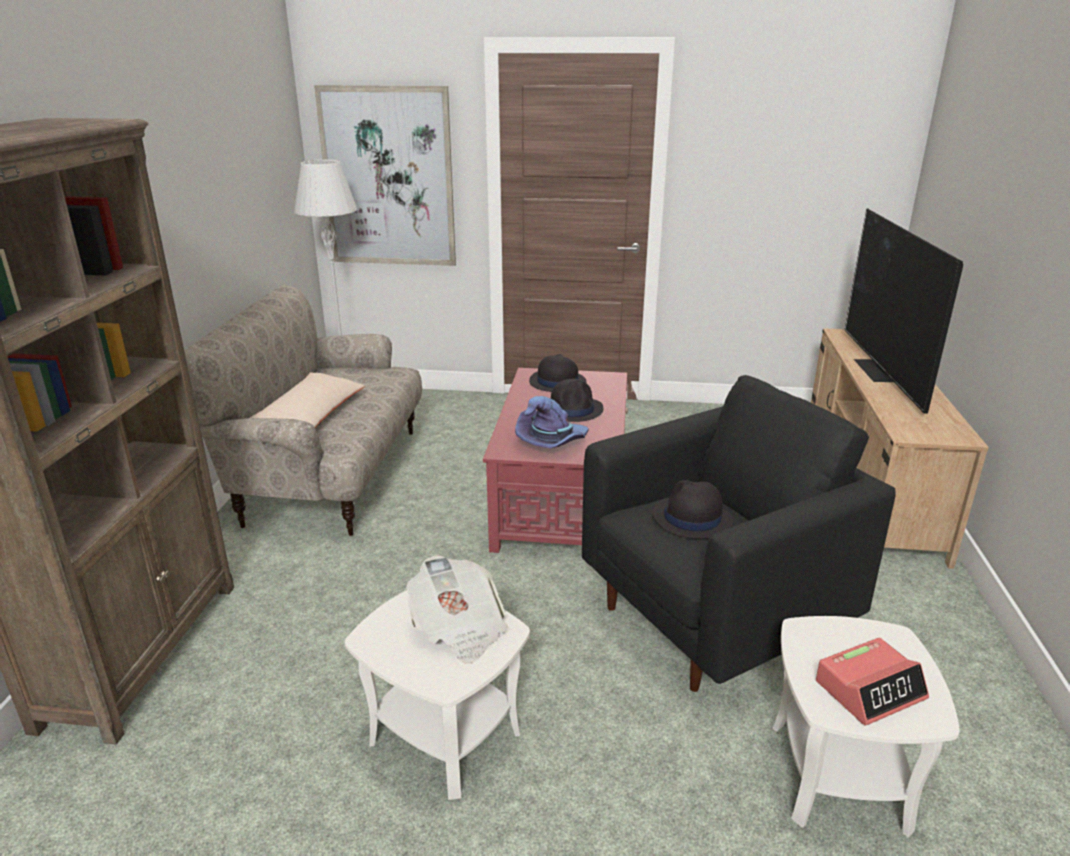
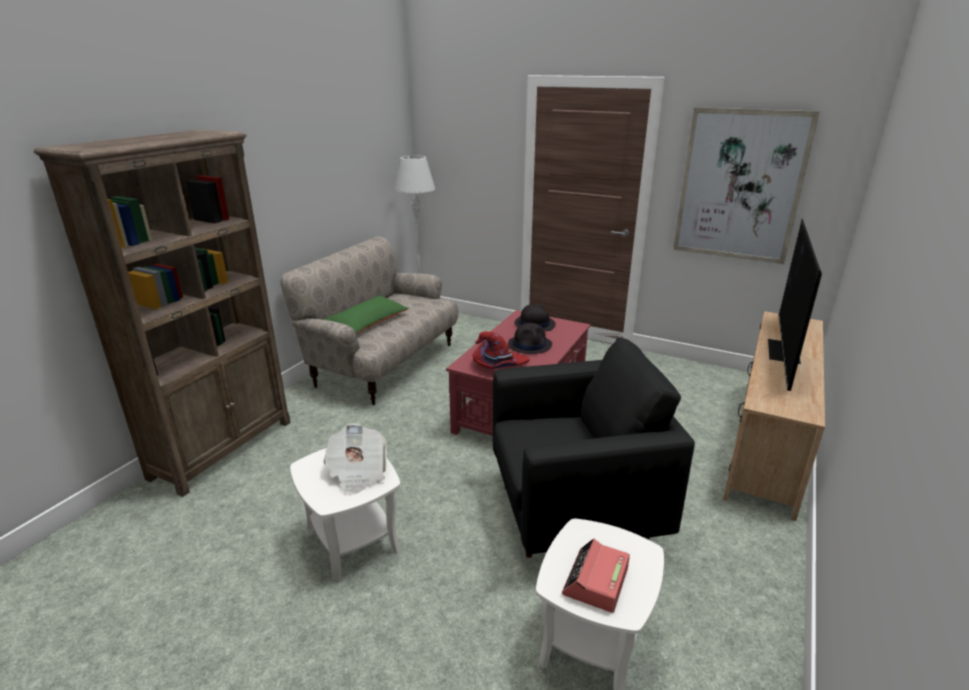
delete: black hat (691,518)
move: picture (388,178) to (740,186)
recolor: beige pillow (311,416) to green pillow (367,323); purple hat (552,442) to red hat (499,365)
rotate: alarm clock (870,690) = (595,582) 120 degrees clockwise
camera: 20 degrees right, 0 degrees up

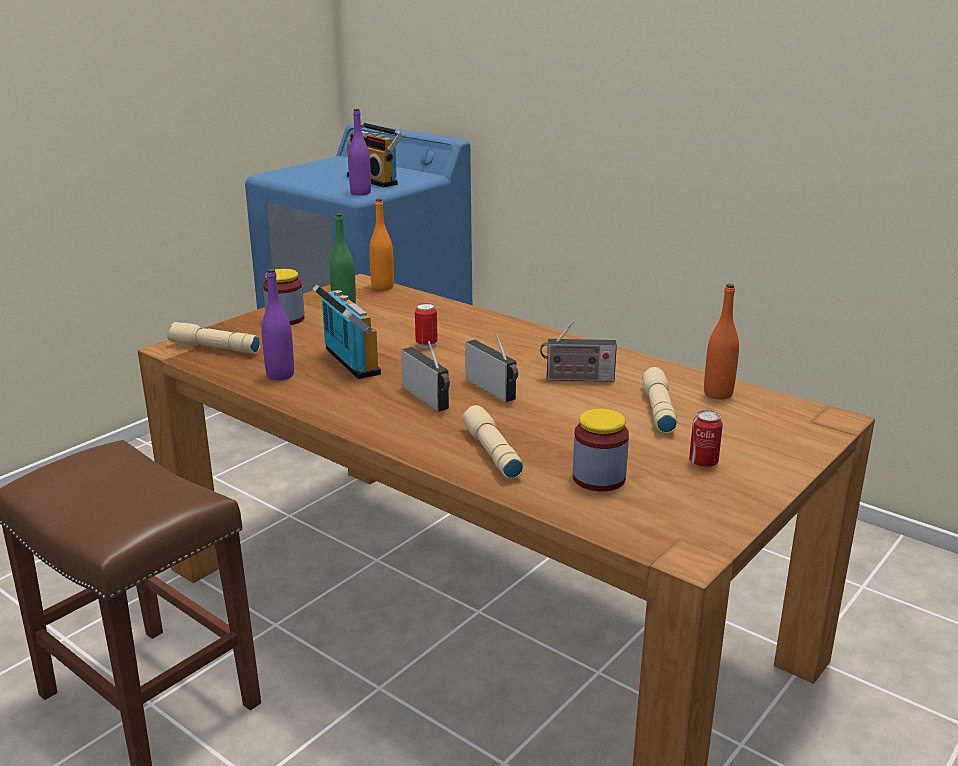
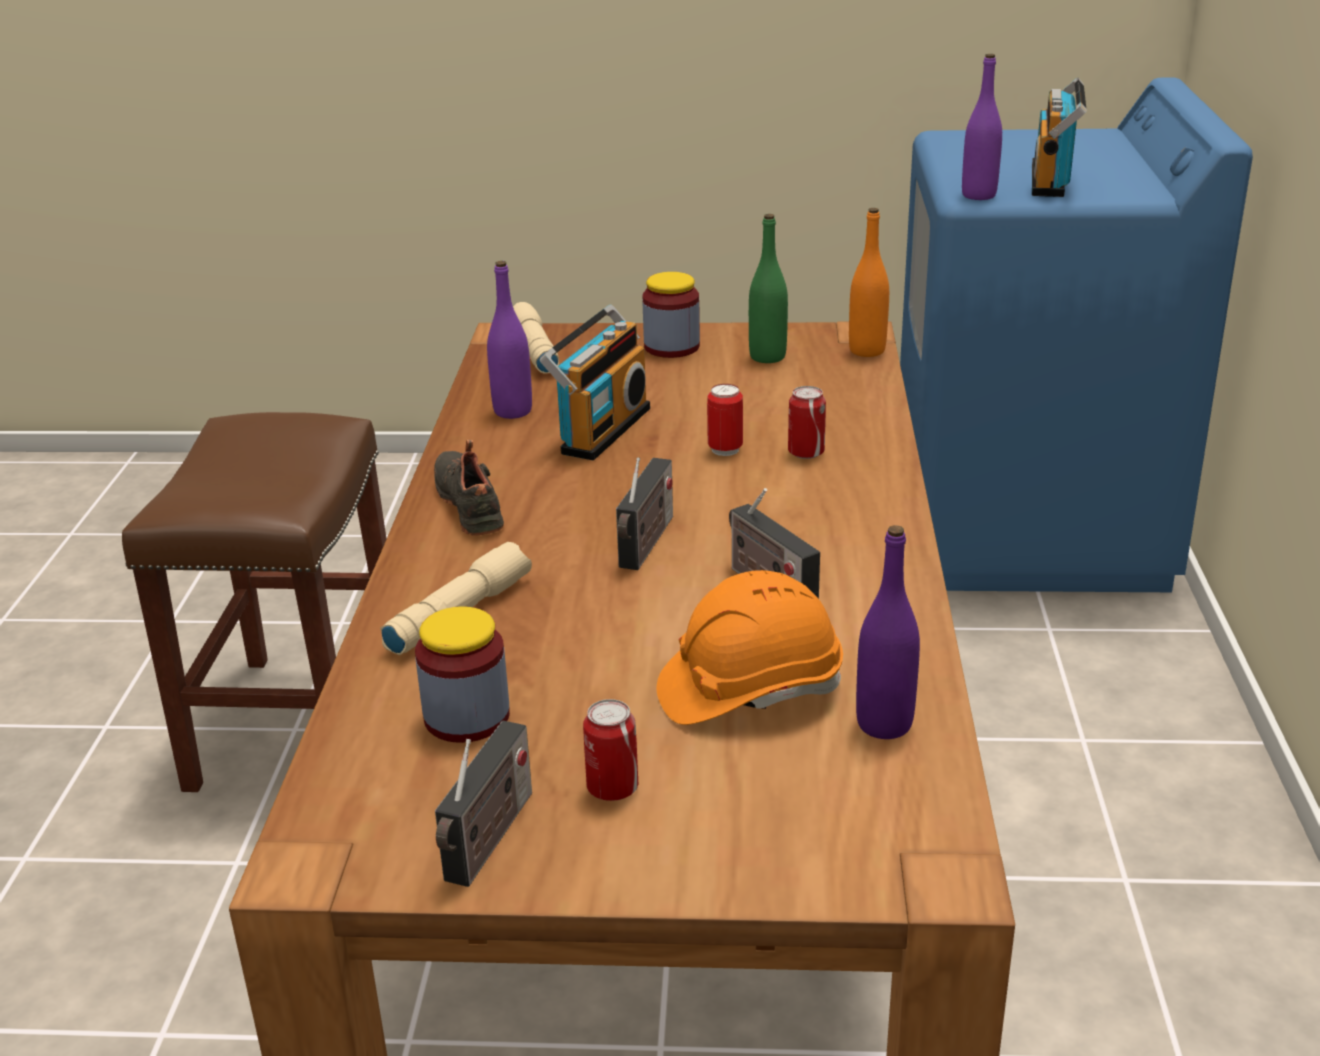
insert: black shoe (472,504); can (806,452)
move: radio (428,398) to (488,841)
replace: beige flashlight (657,410) to orange hard hat (749,689)
recolor: orange bottle (718,394) to purple bottle (884,724)
camera: 55 degrees right, 5 degrees up

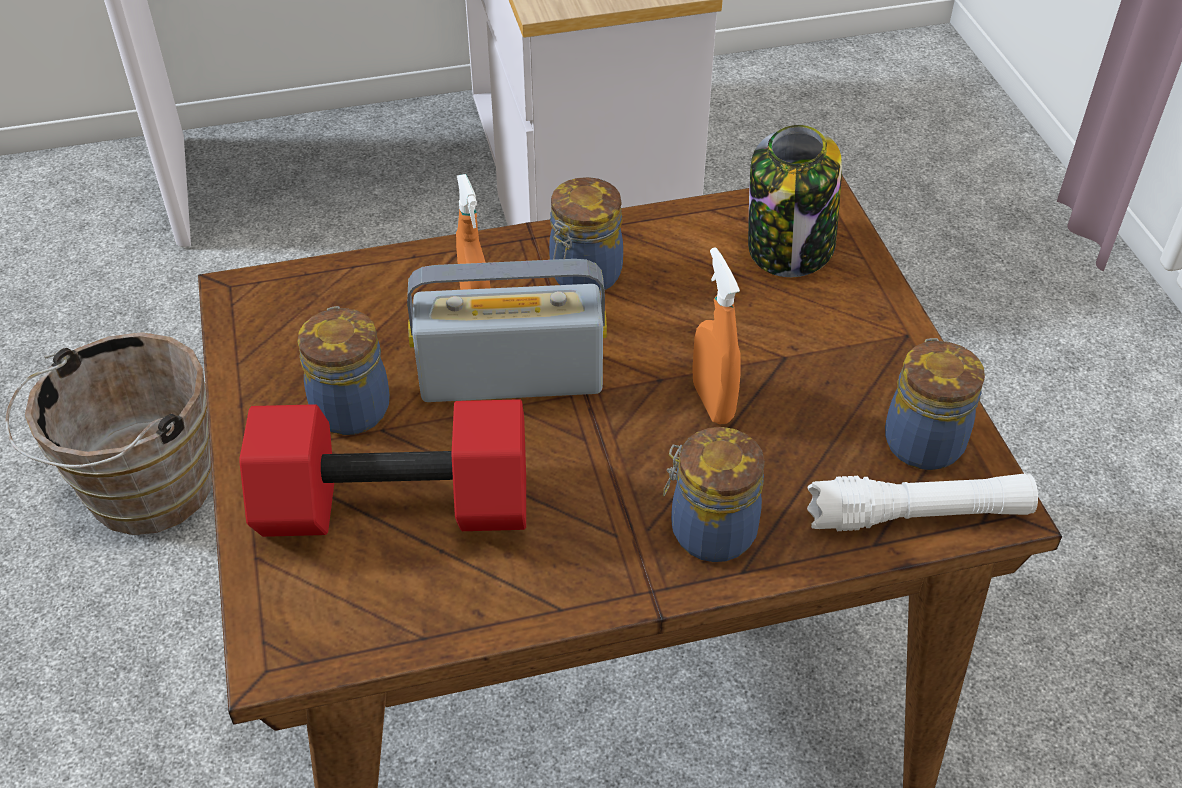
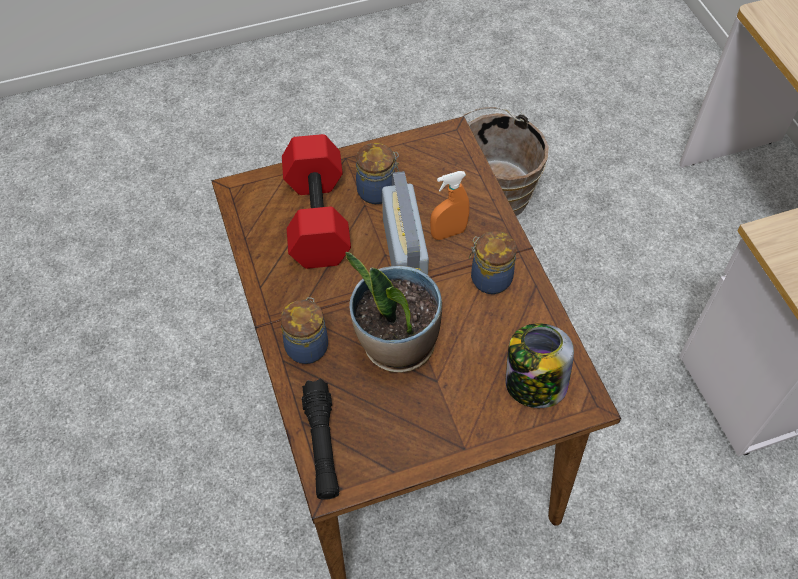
delete: jar (922,440)
replace: orange spray bottle (712,402) to potted plant (396,345)
recolor: white flashlight (918,515) to black flashlight (322,444)
camera: 85 degrees right, 10 degrees up

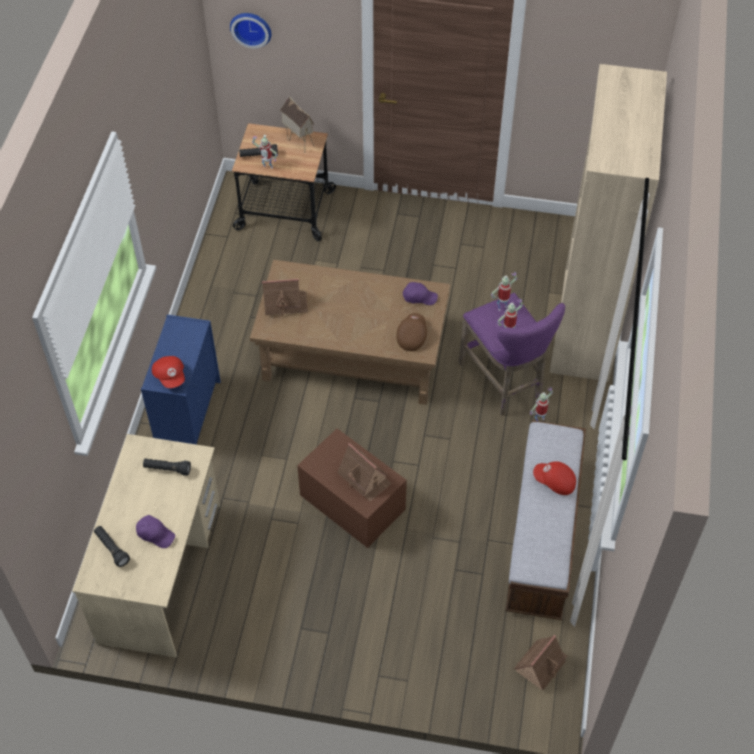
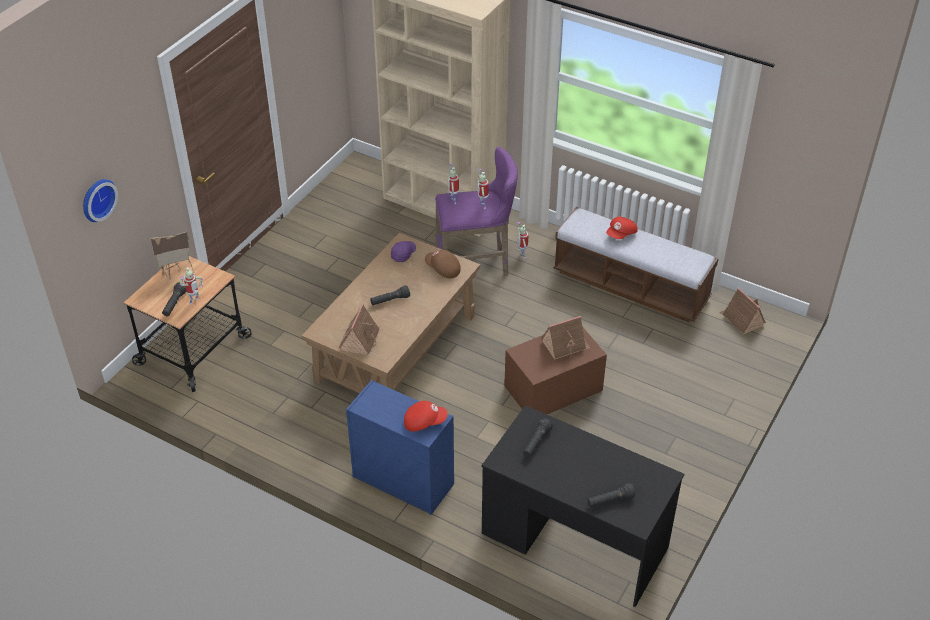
delete: purple cap (155,534)
insert: black flashlight (390,300)
recolor: beige desk (161,572) to black desk (574,540)
camera: 70 degrees left, 10 degrees down

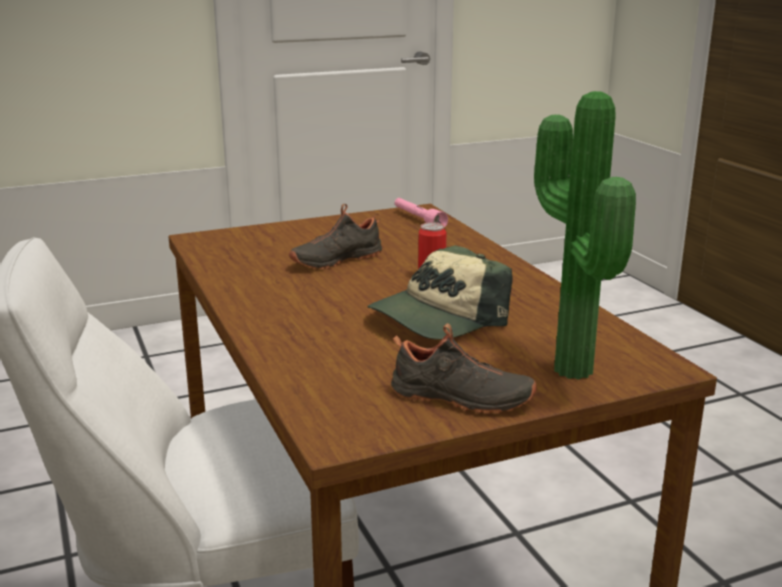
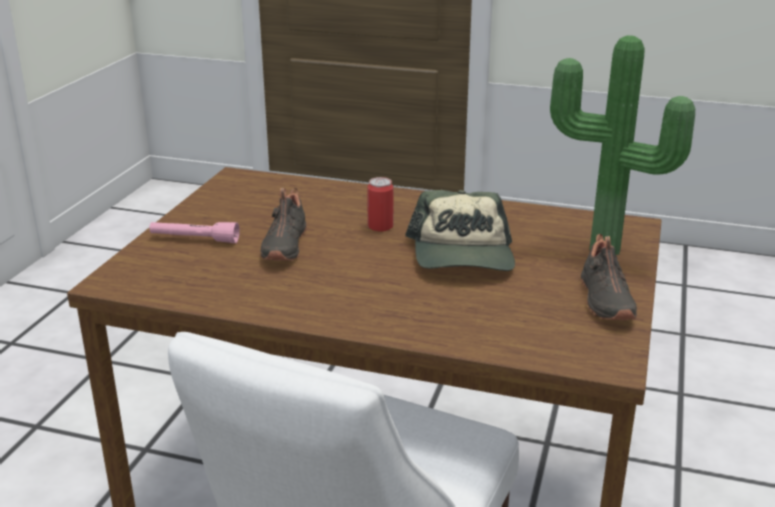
move: pink flashlight (418,220) to (194,239)
rotate: black shoe (460,400) = (603,300) 120 degrees clockwise
camera: 50 degrees left, 5 degrees up

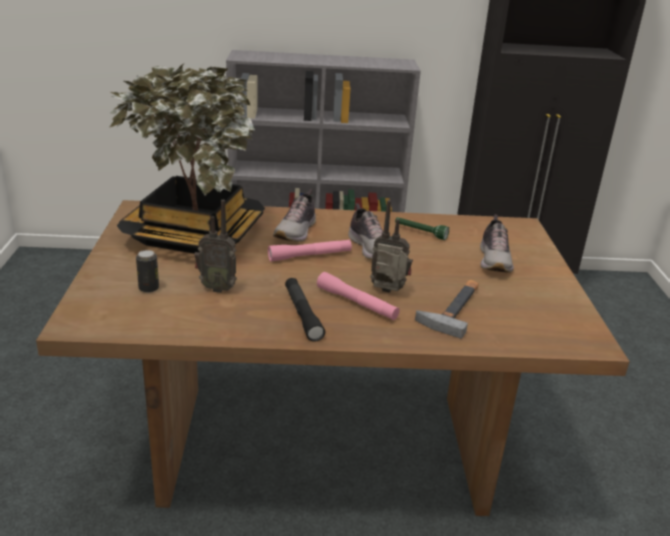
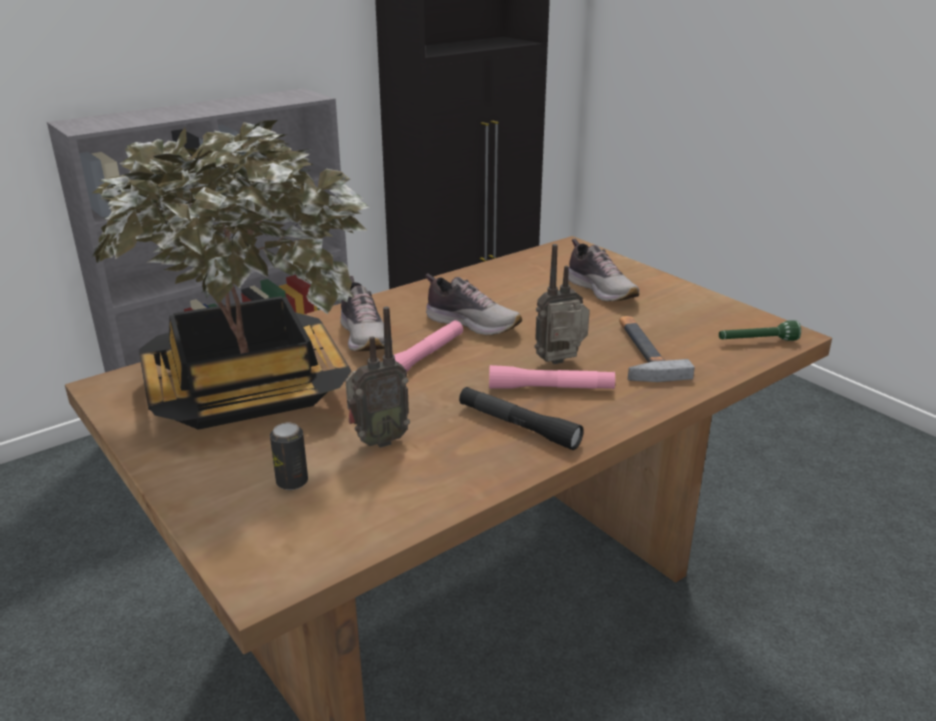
move: green flashlight (420,232) to (756,341)
camera: 35 degrees left, 0 degrees up

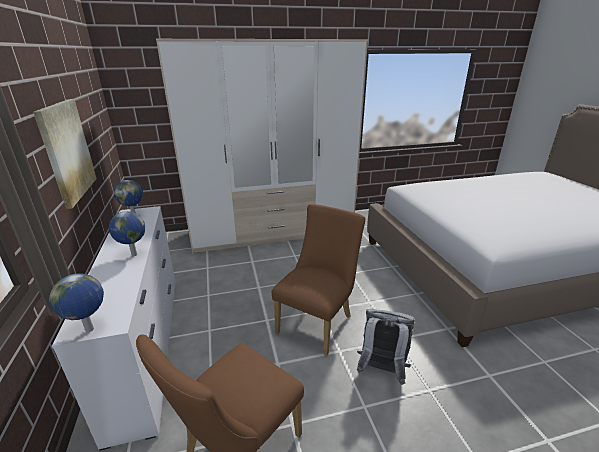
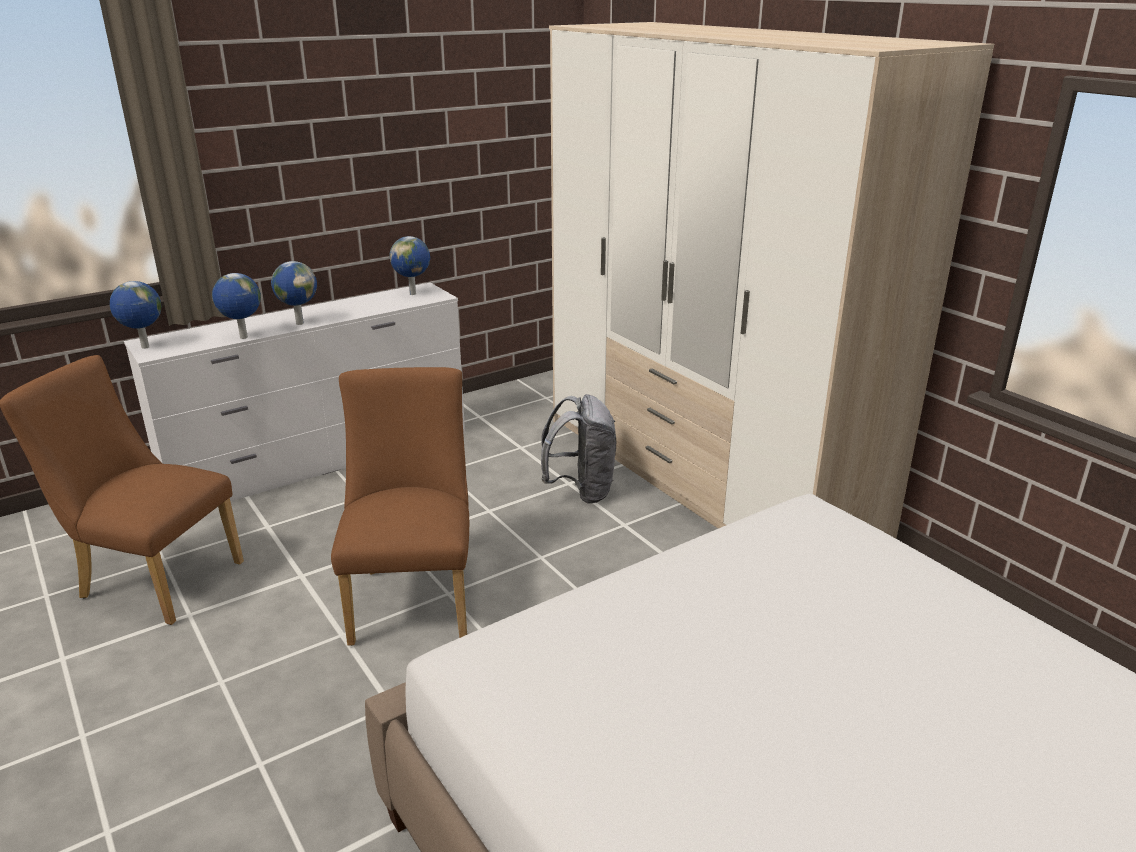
delete: picture (67,151)
insert: globe (243,338)
move: grey backpack (381,370) to (581,491)
rotate: brown chair (318,322) = (414,597) 105 degrees counterclockwise
camera: 70 degrees right, 0 degrees up

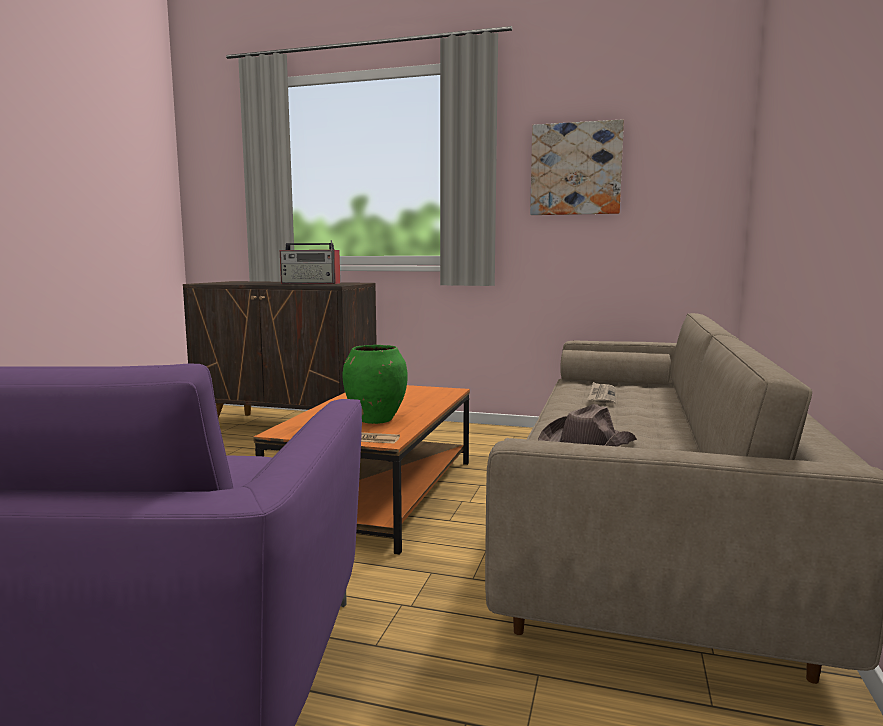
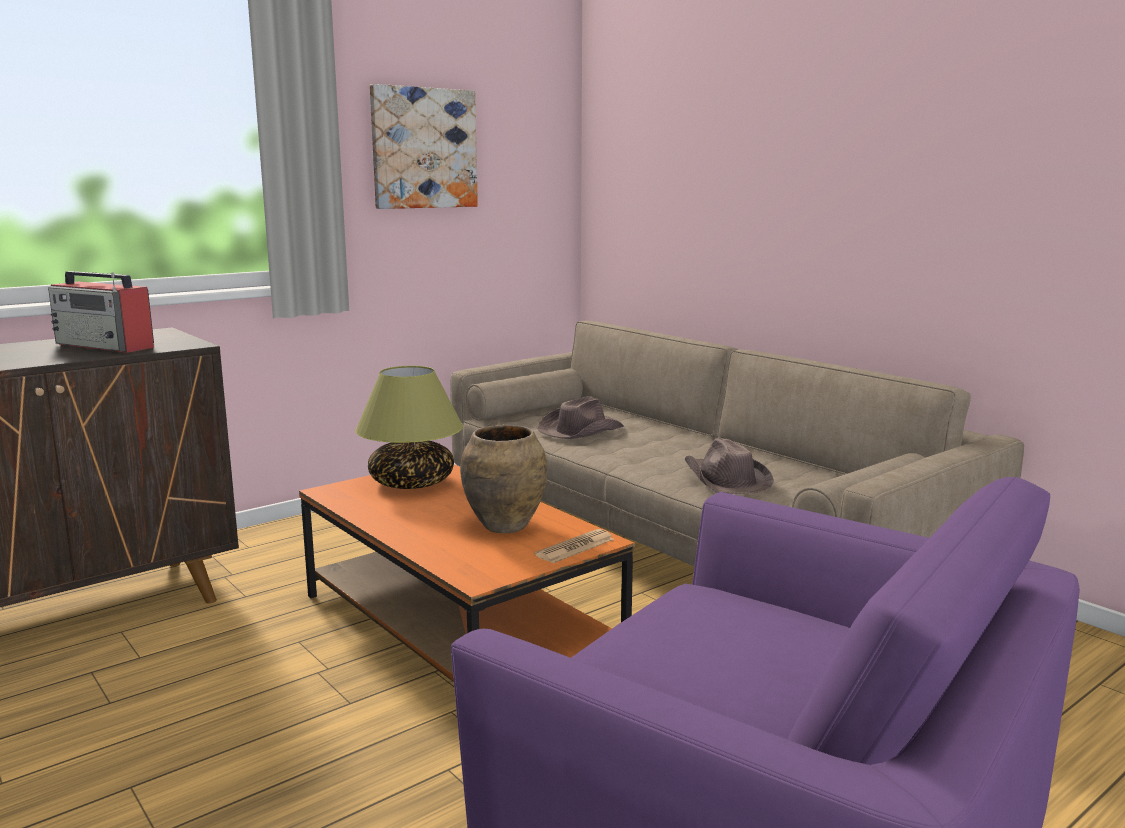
insert: table lamp (411,482)
replace: newspaper (601,396) to brown hat (580,430)
recolor: green vase (375,420) to brown vase (505,526)
rotate: radio (311,283) = (106,346) 75 degrees clockwise
camera: 55 degrees left, 5 degrees up

